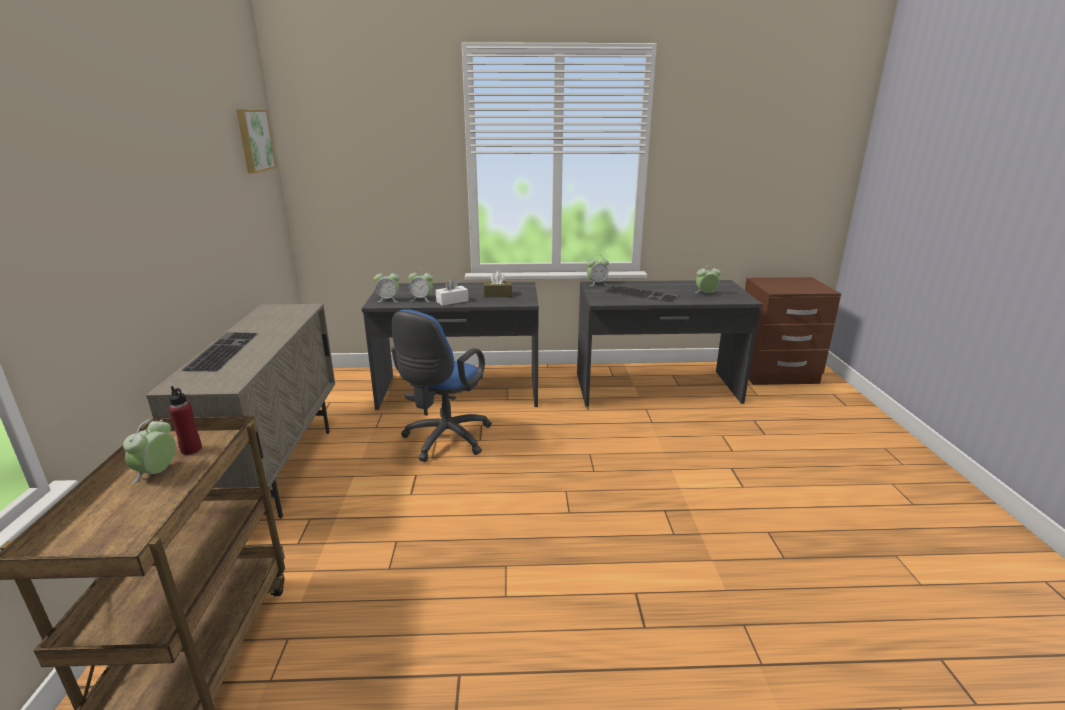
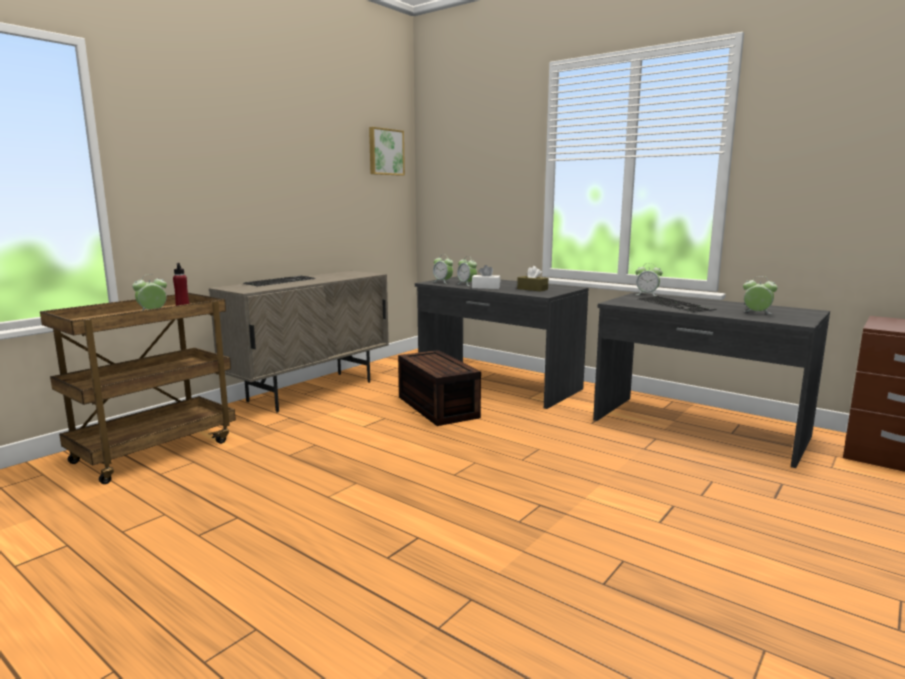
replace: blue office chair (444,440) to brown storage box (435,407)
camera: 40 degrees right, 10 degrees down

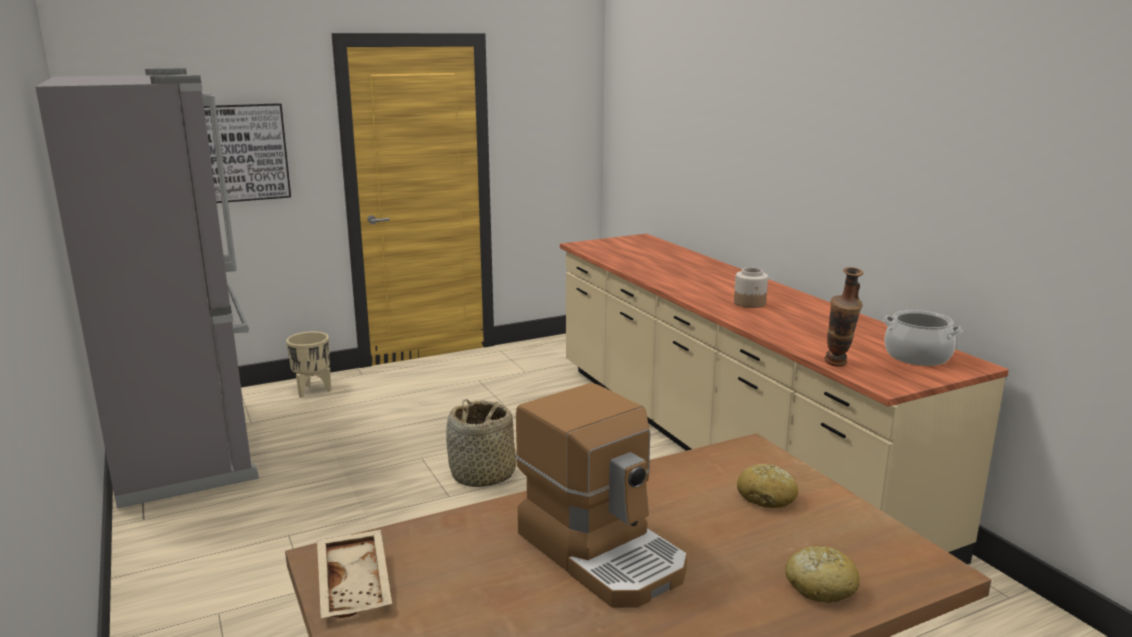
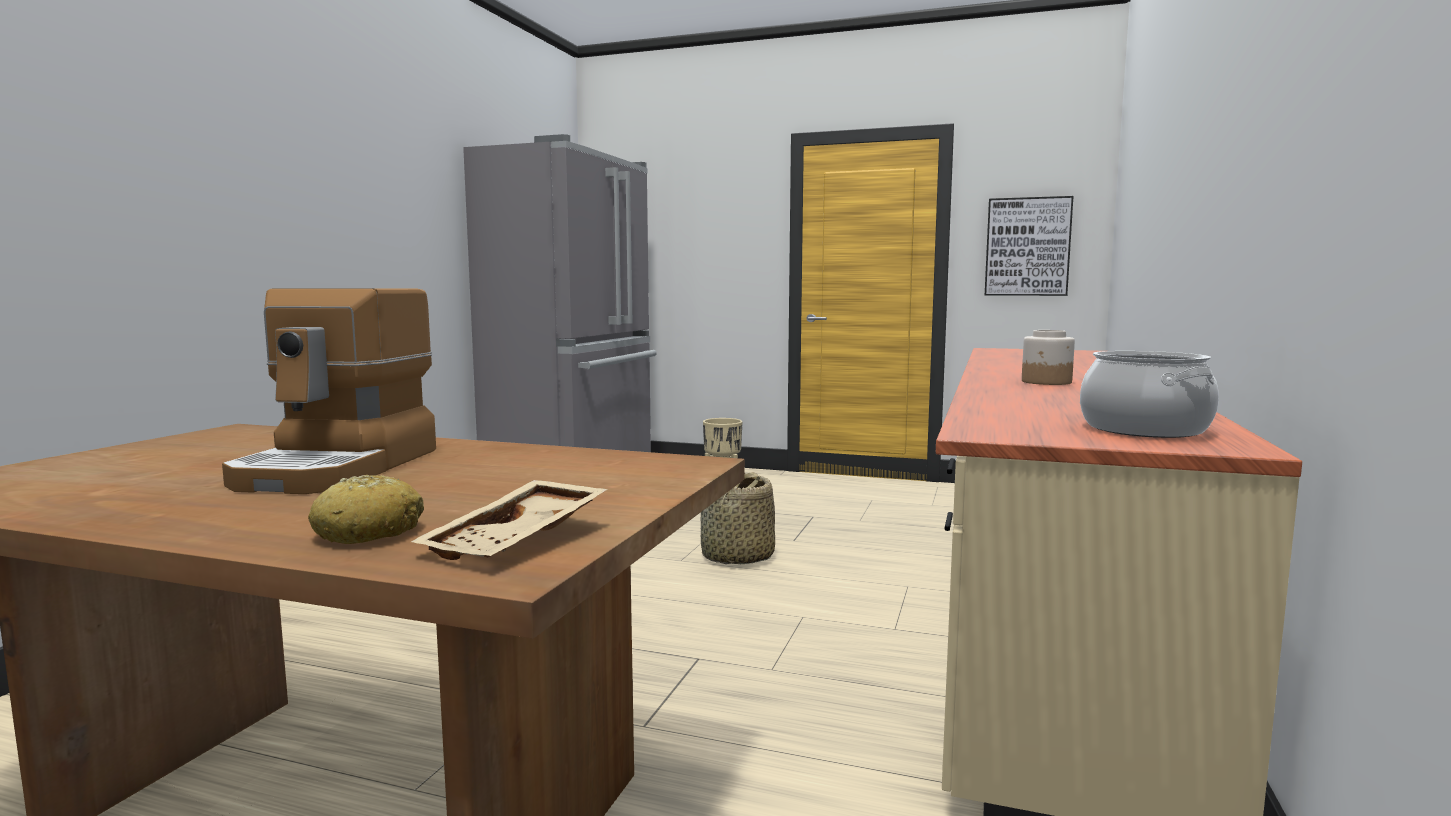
delete: bread (767,497); vase (838,365)
move: picture (246,152) to (1027,247); beige tray (356,585) to (519,540)
camera: 45 degrees right, 10 degrees down

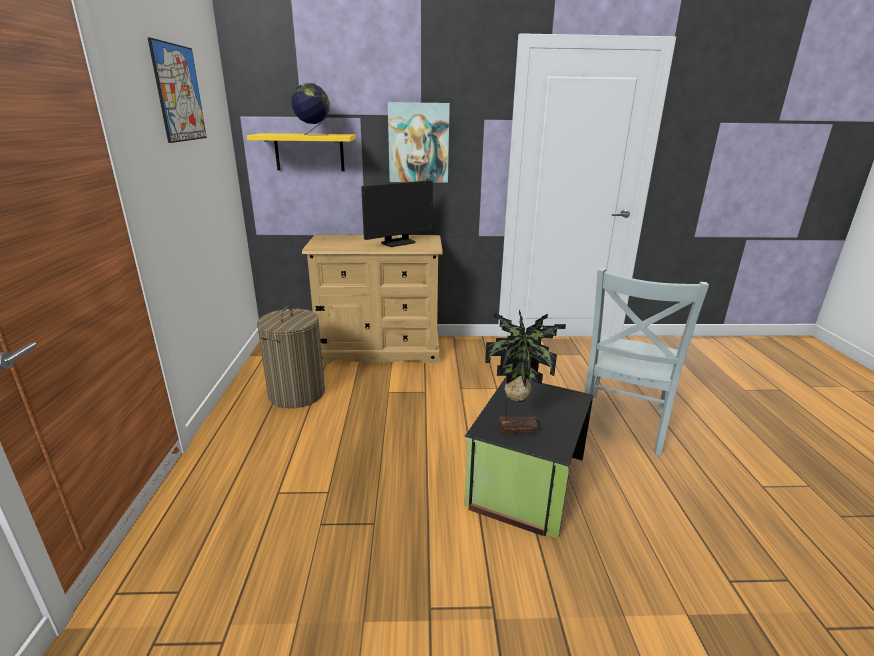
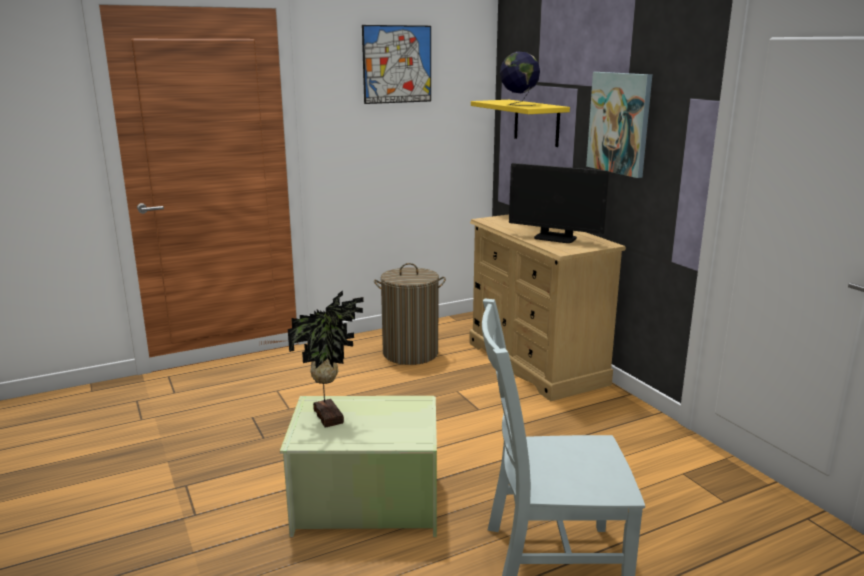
recolor: black storage box (524,481) to green storage box (366,502)
camera: 65 degrees right, 5 degrees down

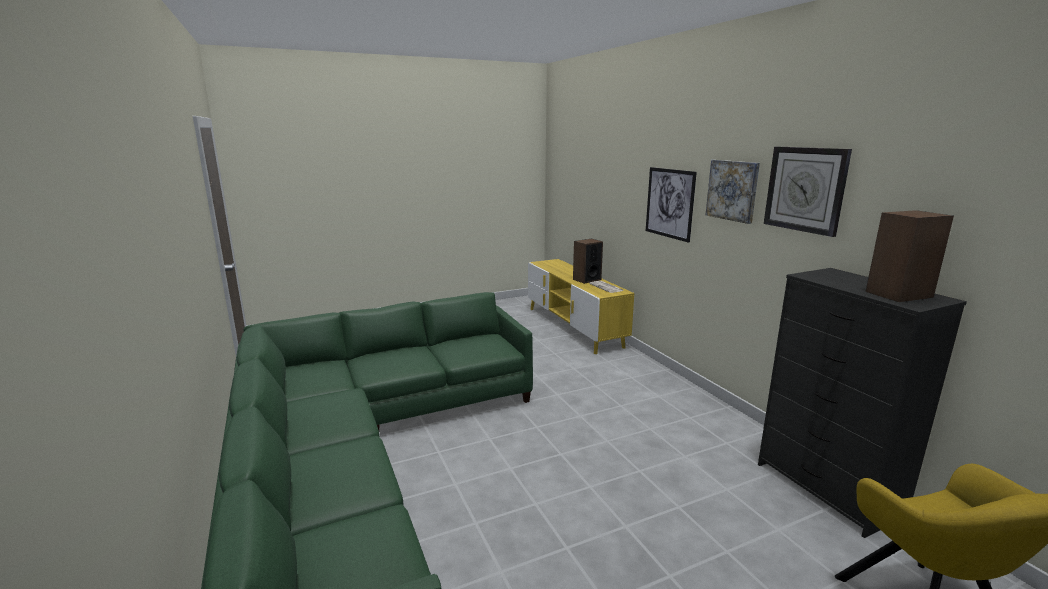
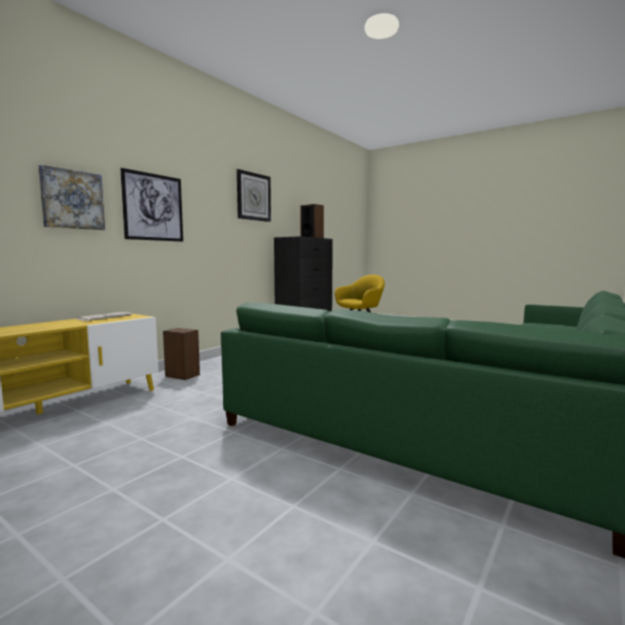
move: speaker (586,279) to (182,375); picture (732,190) to (72,199)
camera: 120 degrees left, 10 degrees down

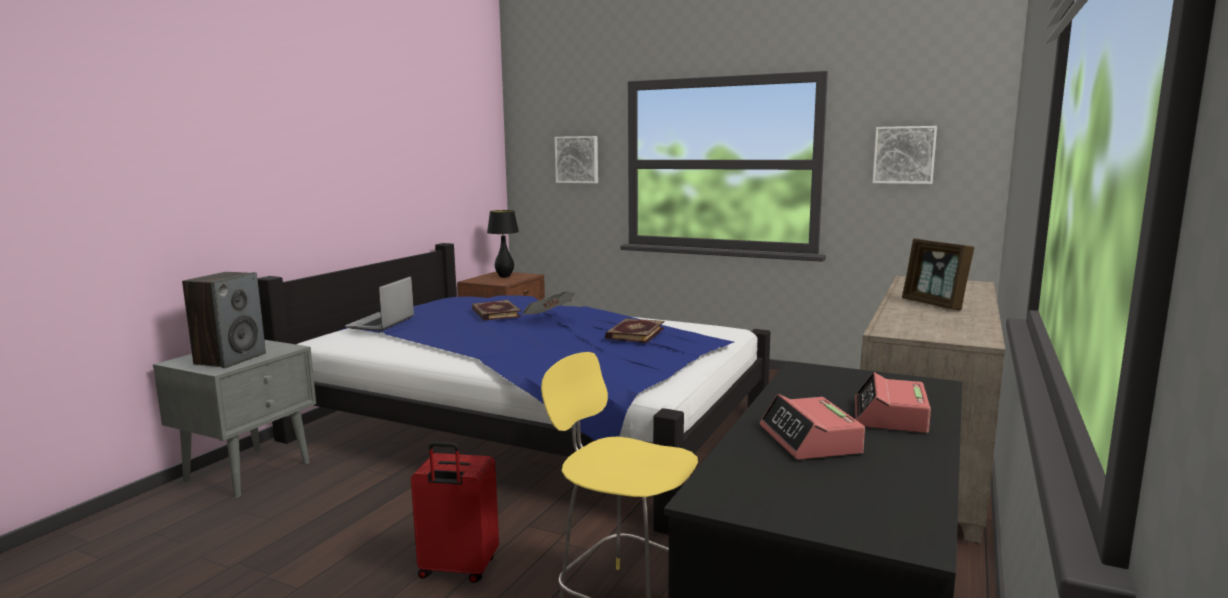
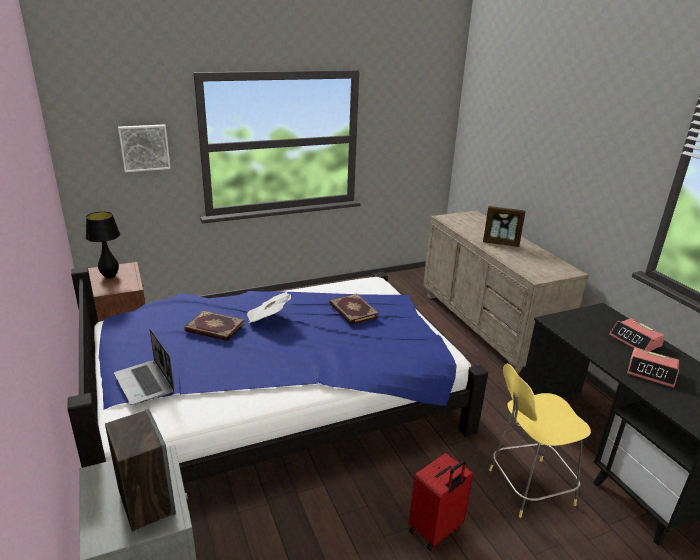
delete: picture (904,155)
camera: 50 degrees left, 15 degrees up

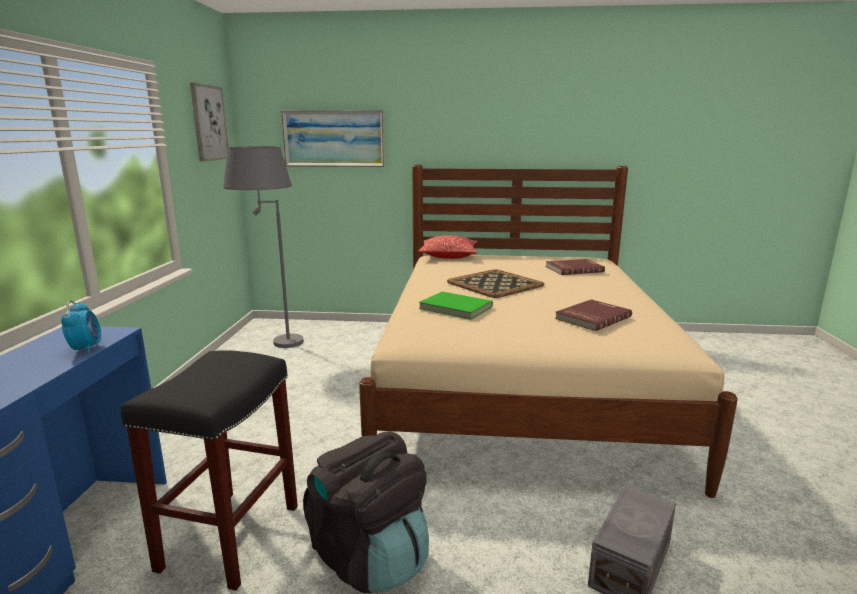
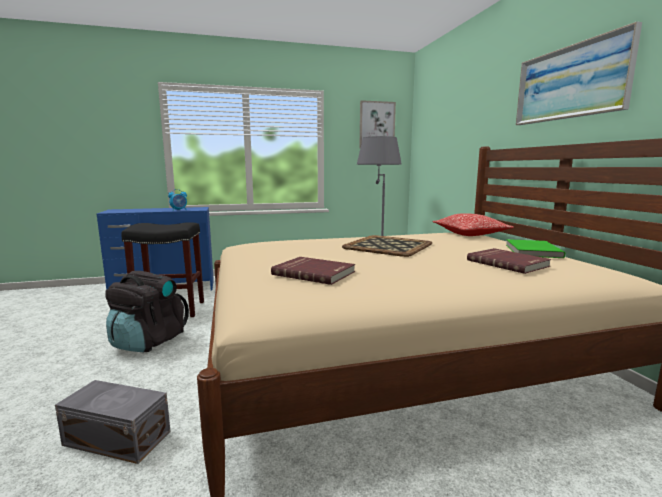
move: picture (334,138) to (570,82); green book (455,308) to (531,251)
camera: 70 degrees right, 5 degrees down

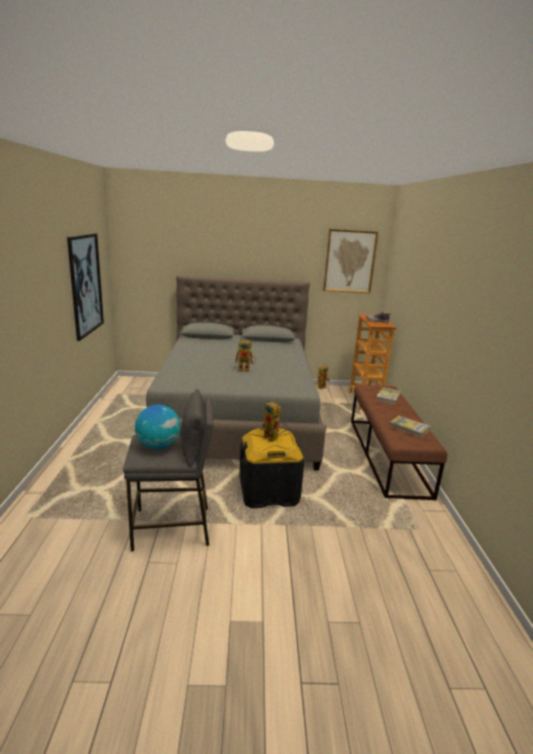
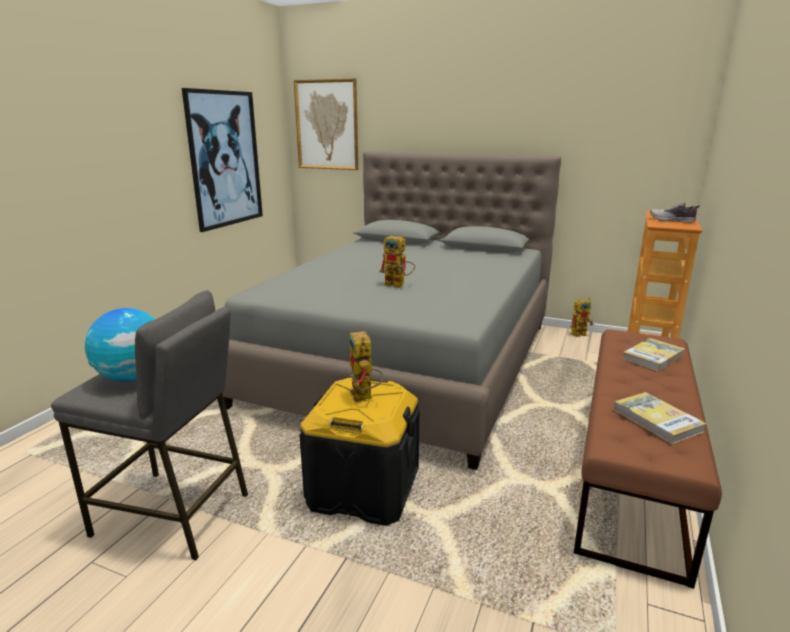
move: picture (349,261) to (327,125)
camera: 25 degrees right, 0 degrees up

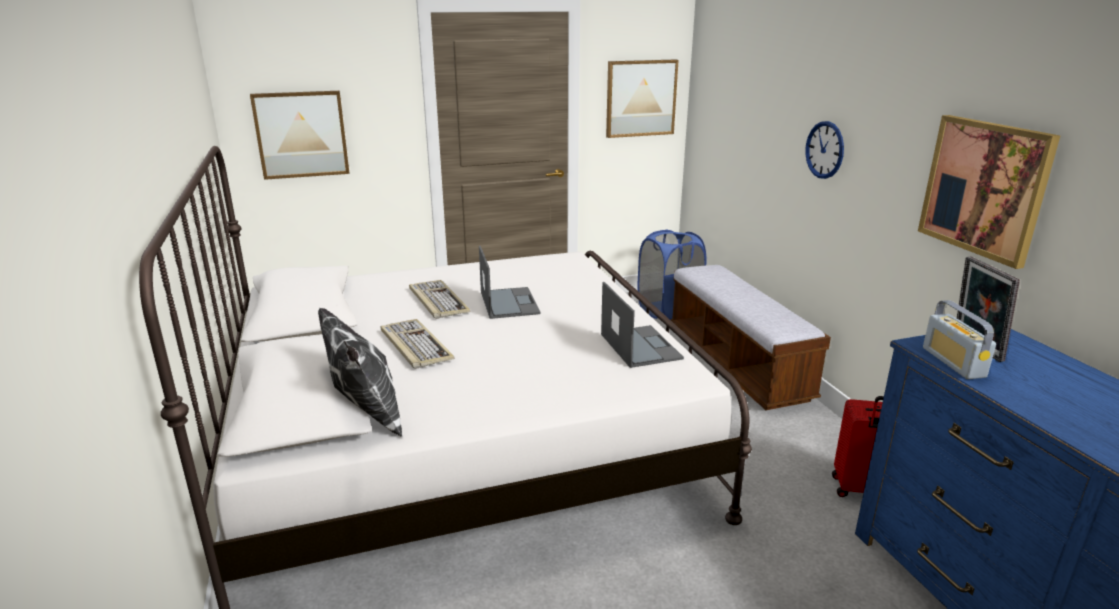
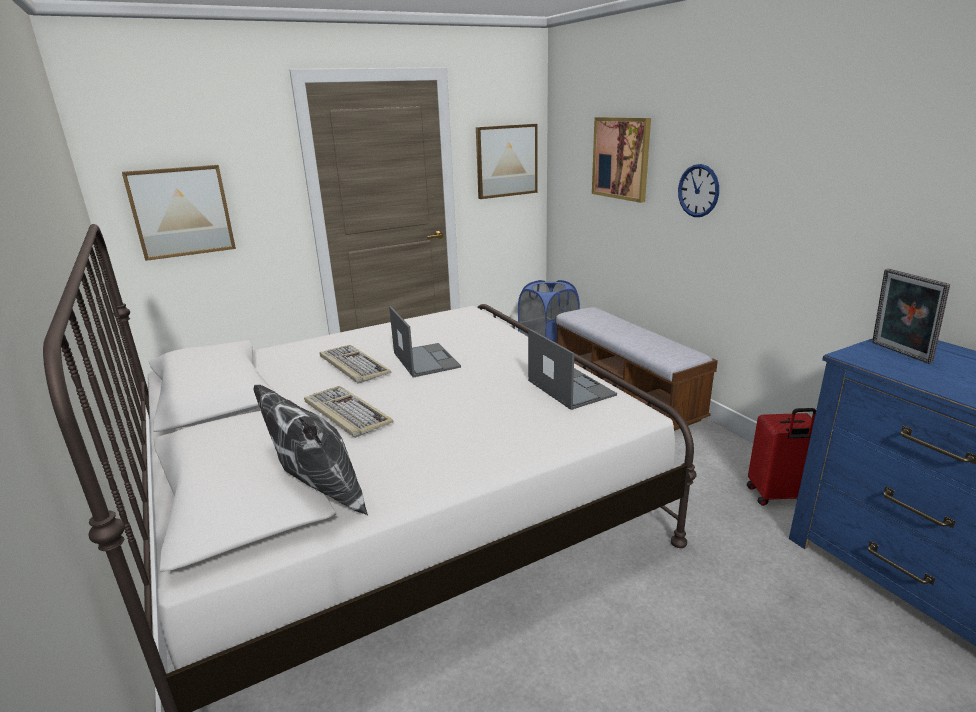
delete: radio (953,362)
move: picture (984,188) to (621,158)
camera: 10 degrees left, 0 degrees up

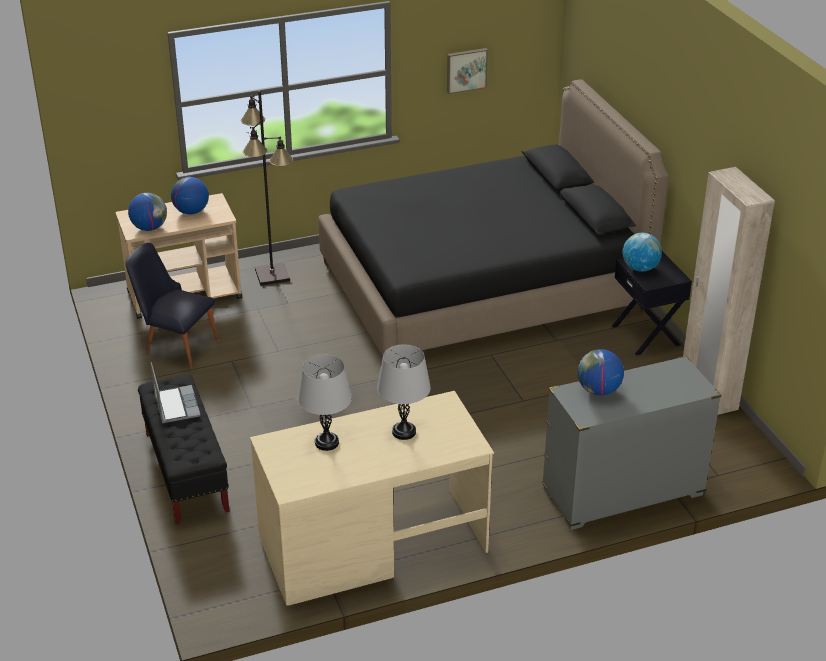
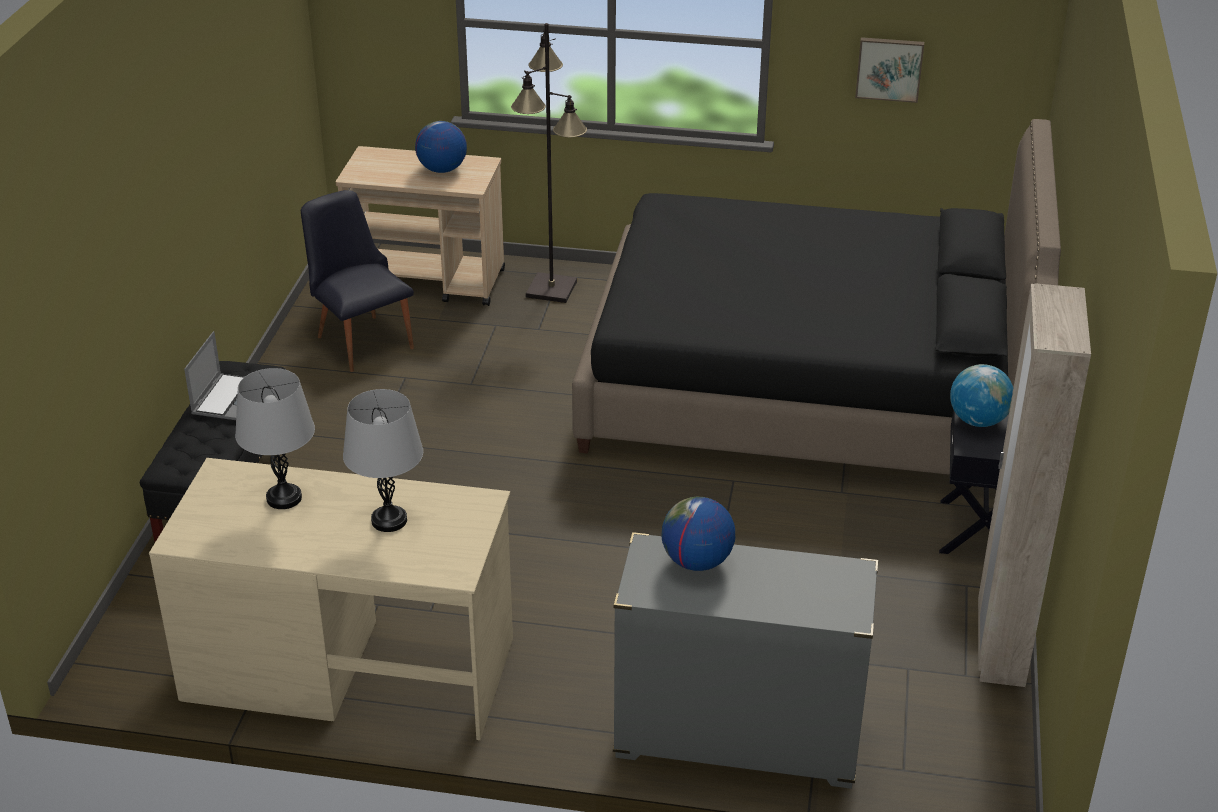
delete: globe (149,228)
camera: 30 degrees right, 0 degrees up

